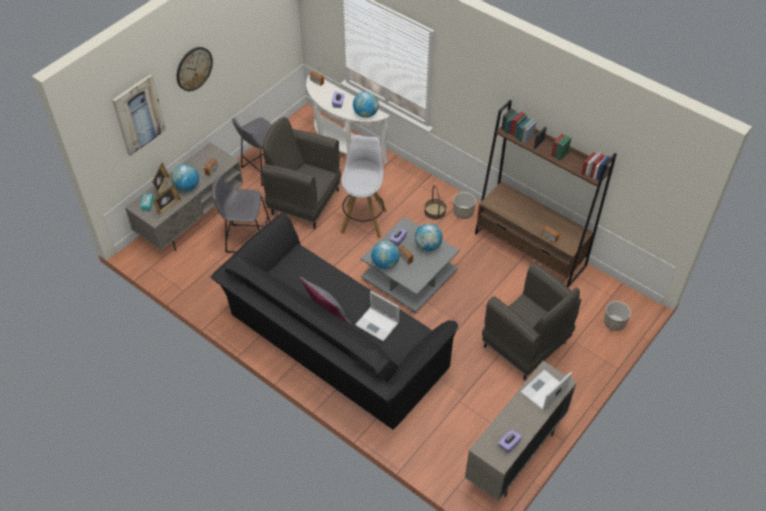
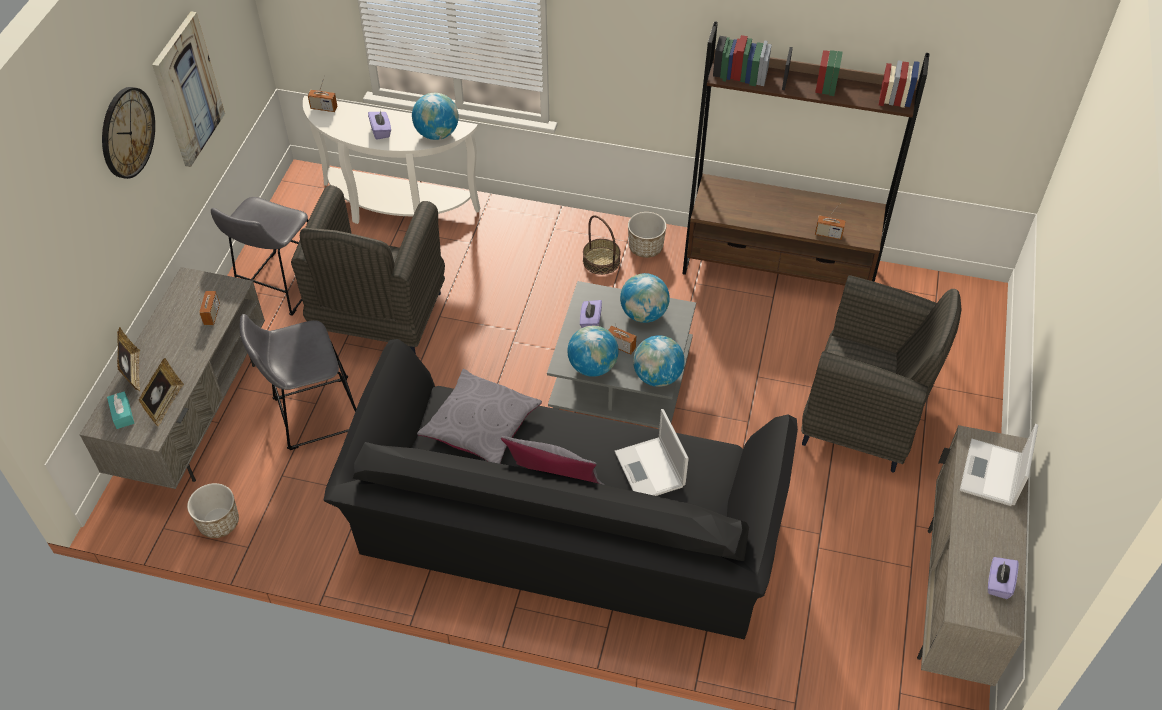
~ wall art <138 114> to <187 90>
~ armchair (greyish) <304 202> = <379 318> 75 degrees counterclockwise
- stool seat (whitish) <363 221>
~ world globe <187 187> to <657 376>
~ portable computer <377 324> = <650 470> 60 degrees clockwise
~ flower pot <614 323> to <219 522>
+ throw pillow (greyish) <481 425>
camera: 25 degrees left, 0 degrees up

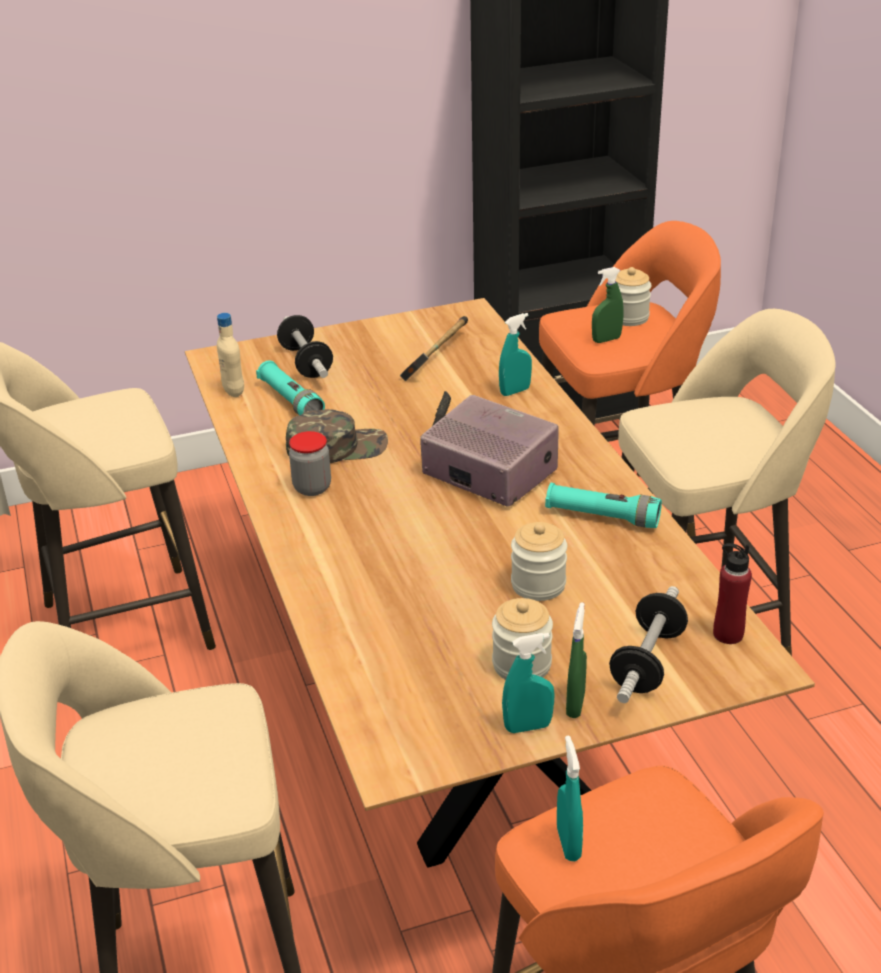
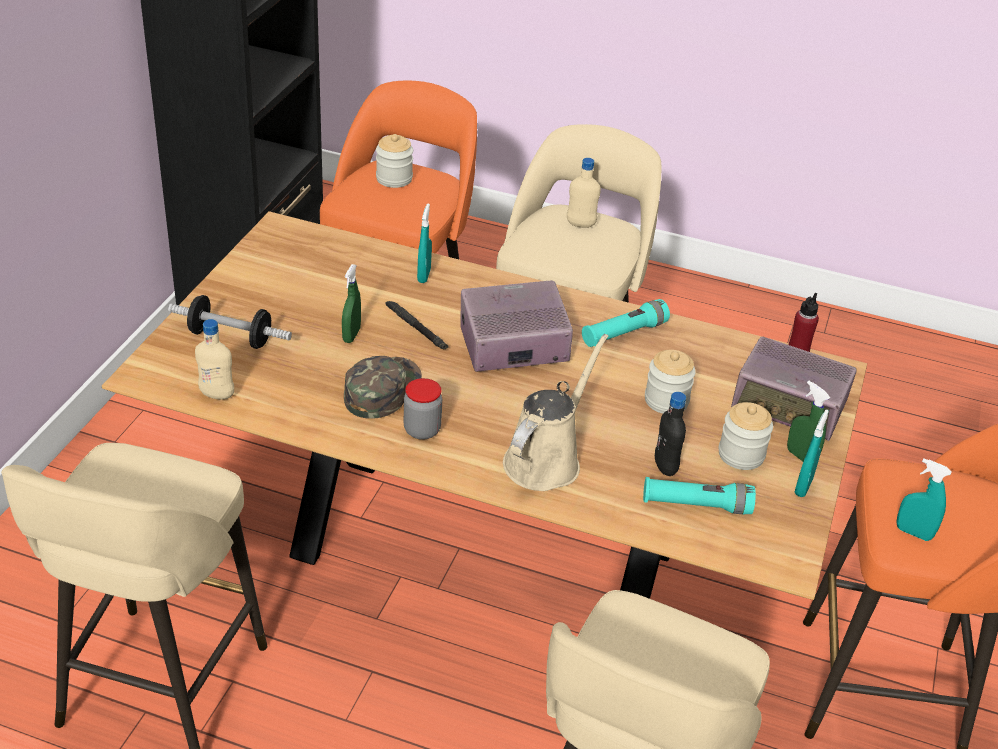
~ spray bottle (greenish) <606 340> to <351 335>
- hammer <436 359>
~ hand torch (turquoise-coloured) <291 401> to <696 505>
~ hand weight <647 662> to radio <789 406>
+ beverage bottle (beige) <580 224>
+ watering can (beige) <546 459>
+ beverage bottle (black) <665 467>
camera: 55 degrees left, 5 degrees up

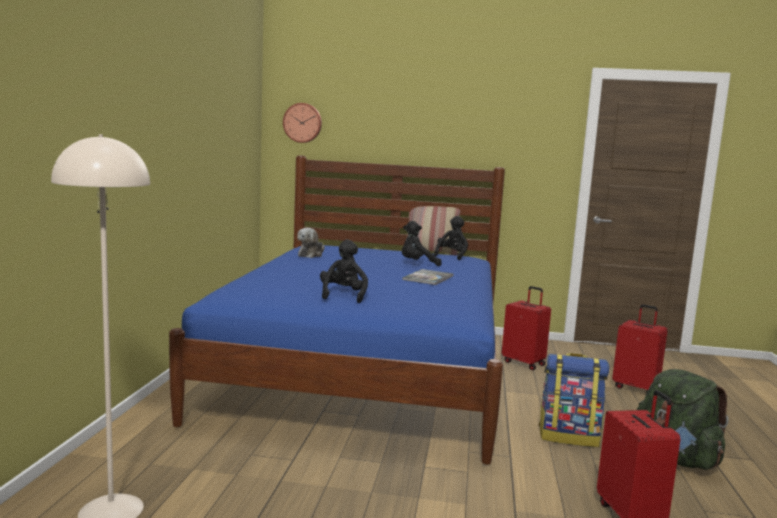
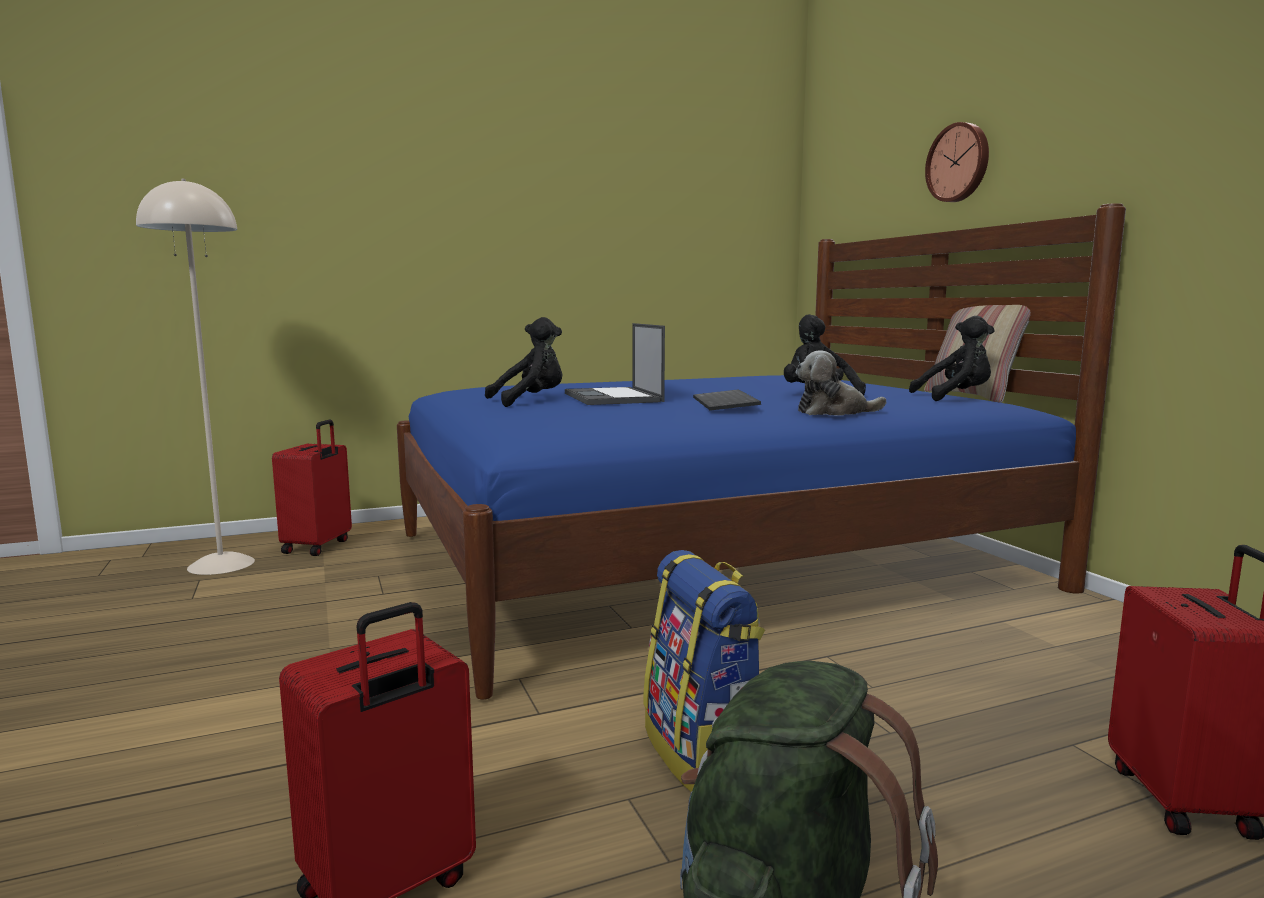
~ hanging clock <302 123> to <959 163>
~ cuddly toy <311 255> to <834 412>
~ book <428 278> to PC keyboard <727 403>
~ piece of luggage (red-coloured) <524 363> to <318 546>
+ portable computer <613 398>
camera: 60 degrees right, 0 degrees up

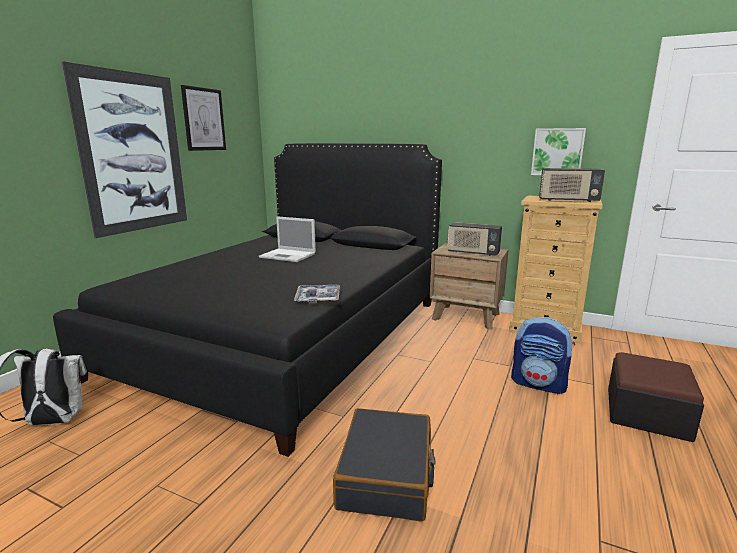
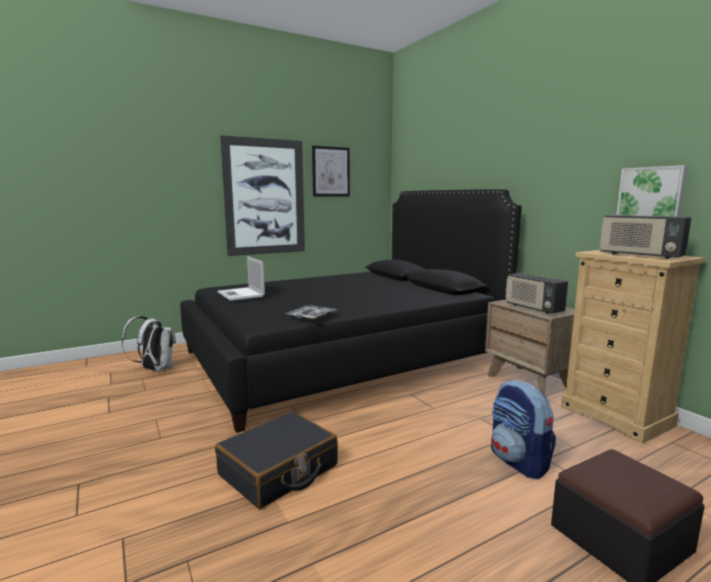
~ portable computer <288 255> to <241 294>
camera: 35 degrees right, 5 degrees down

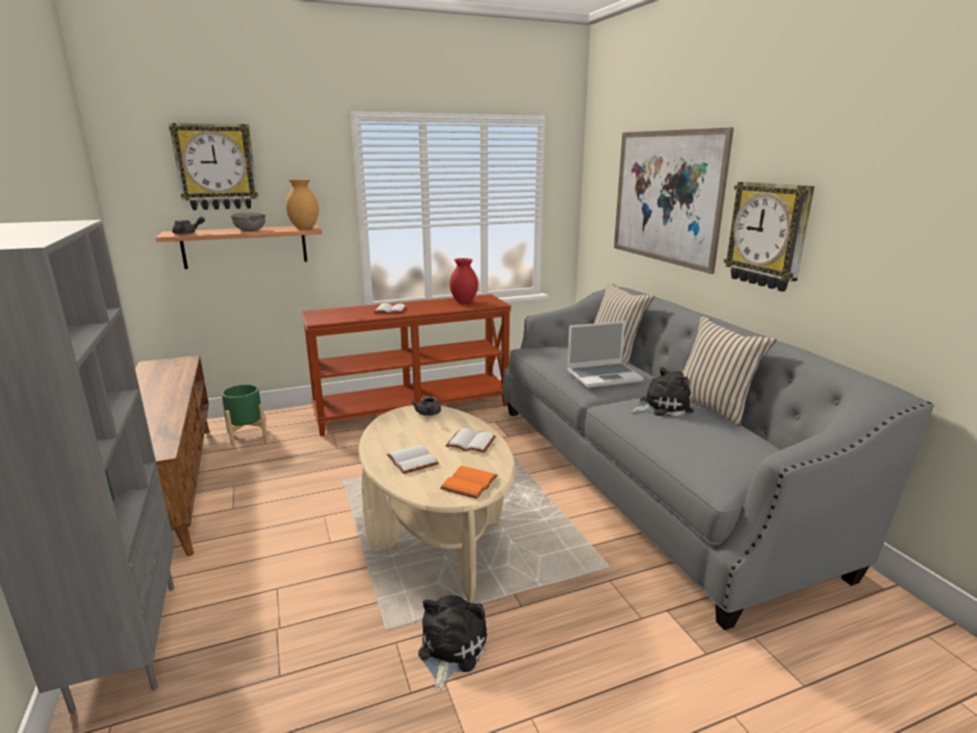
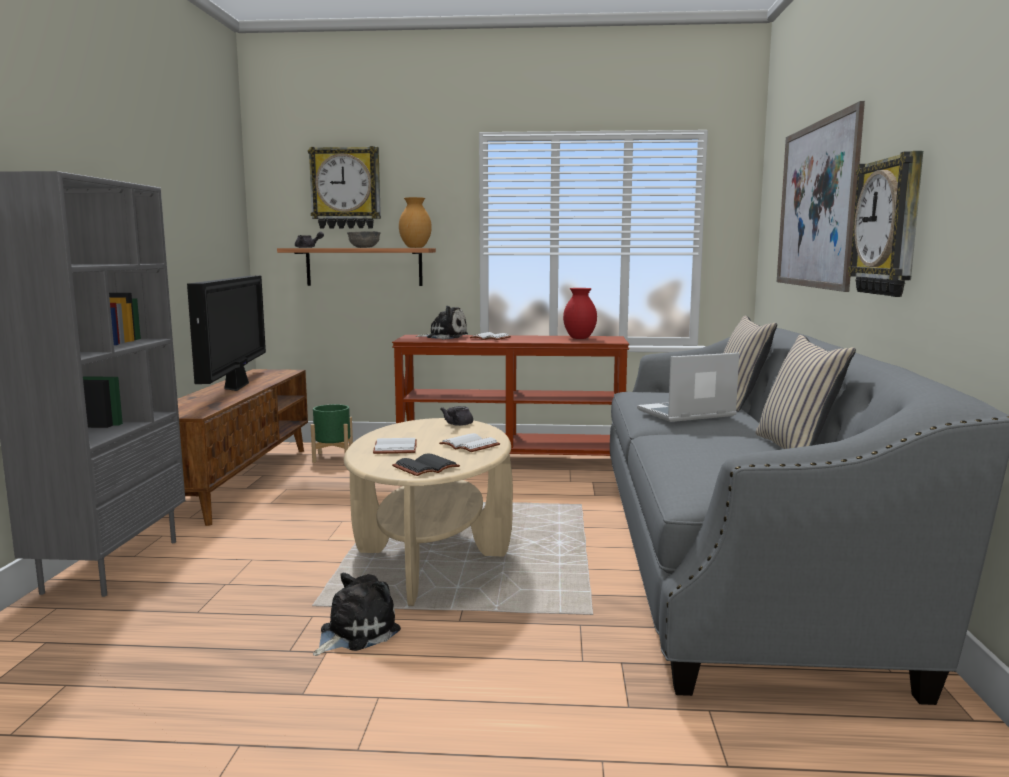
~ portable computer <604 376> = <685 413> 150 degrees clockwise
~ cuddly toy <661 406> to <445 337>
~ book (orange) <468 483> to book (black) <426 467>
+ TV <237 386>
camera: 25 degrees right, 10 degrees down

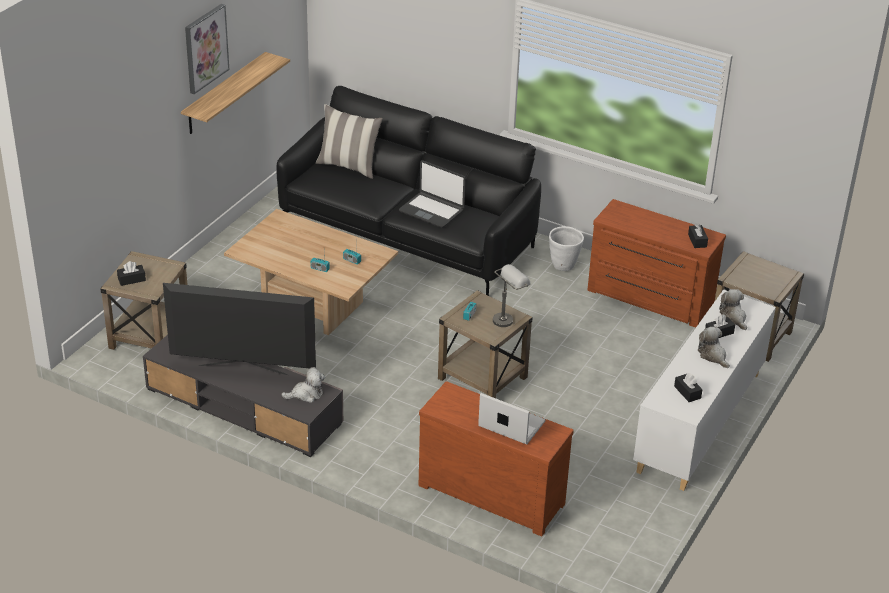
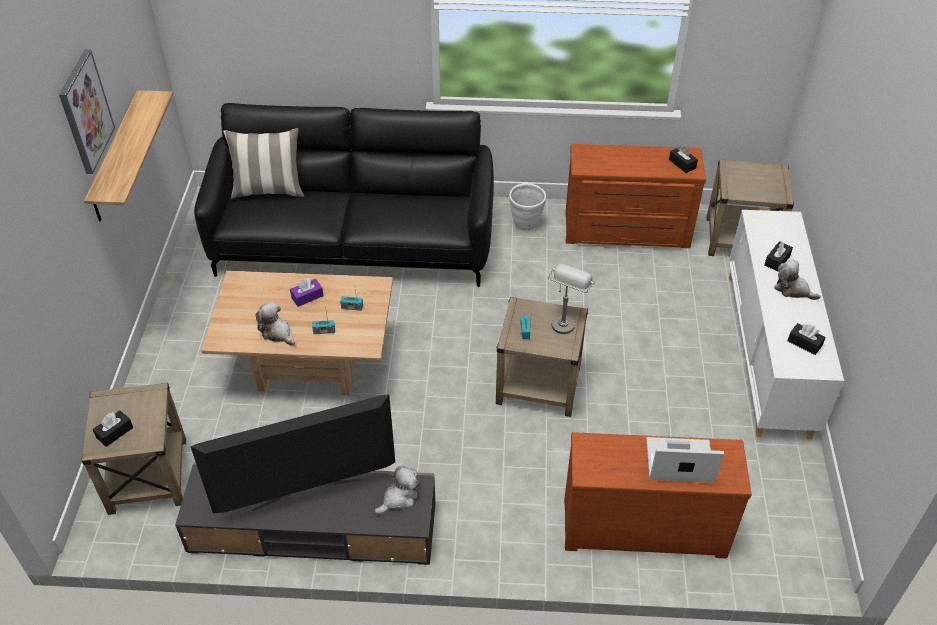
- portable computer <432 210>
~ cuddly toy <733 317> to <277 332>
+ box of tissues (purple) <307 297>
camera: 25 degrees left, 10 degrees up

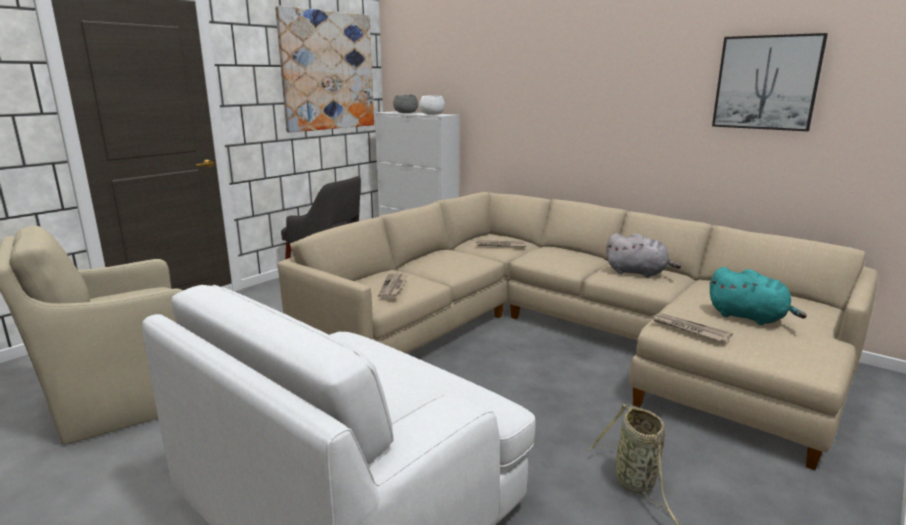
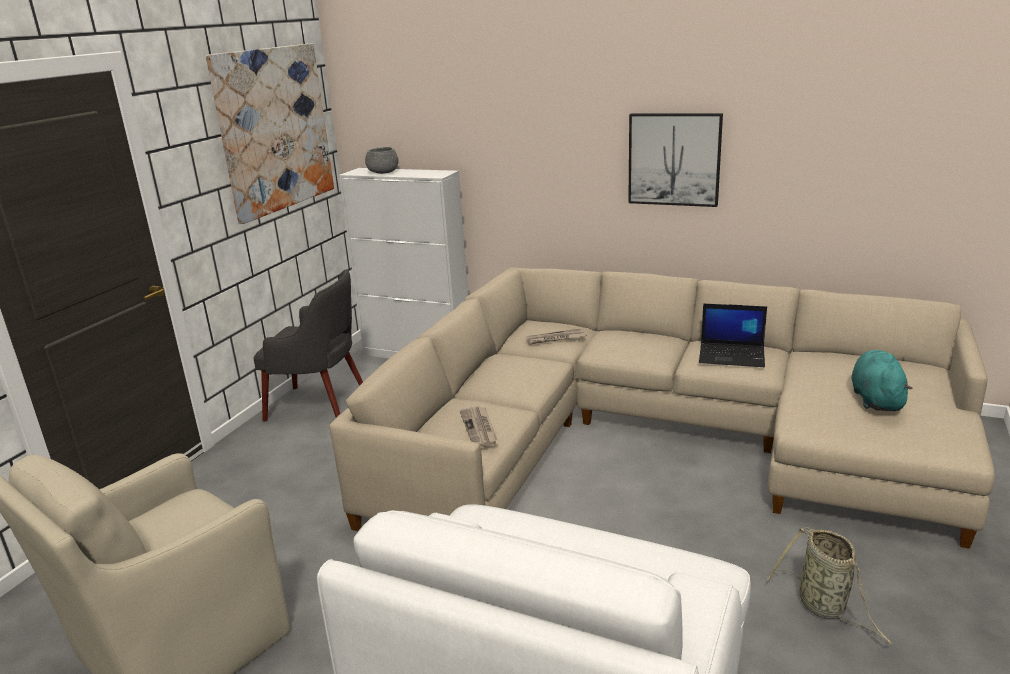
~ wall art <766 83> to <674 159>
- bowl (whitish) <432 114>
~ cuddly toy (greyish) <638 273> to portable computer <732 355>
~ cuddly toy (turquoise-coloured) <749 318> = <876 399> 105 degrees counterclockwise
- printed paper <689 329>
camera: 15 degrees left, 5 degrees up

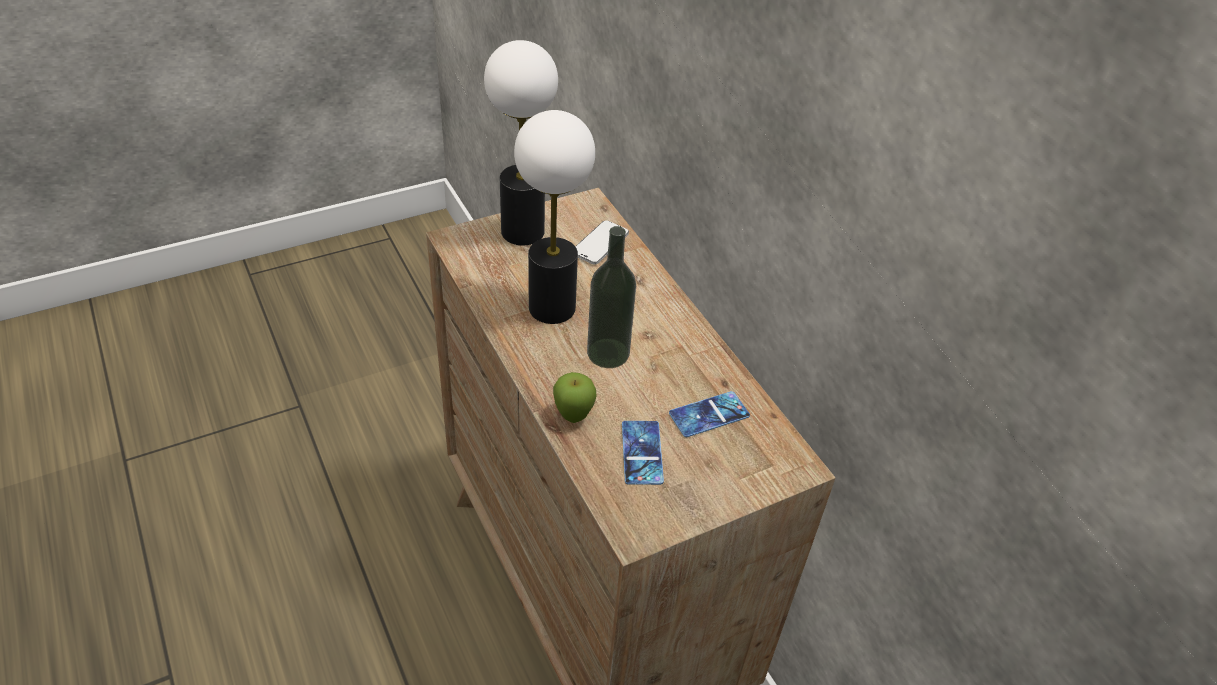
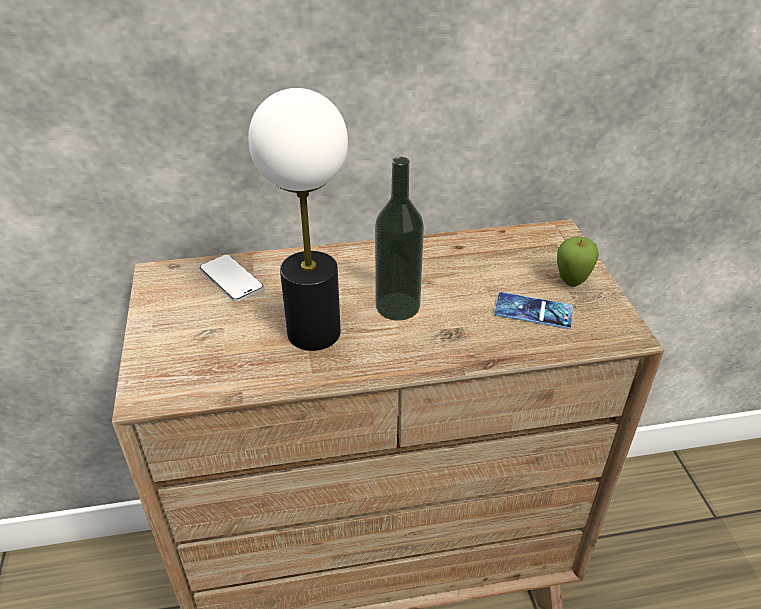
- table lamp <523 232>
~ apple fruit <573 417> to <571 283>
- handset <709 415>
camera: 70 degrees left, 5 degrees down

